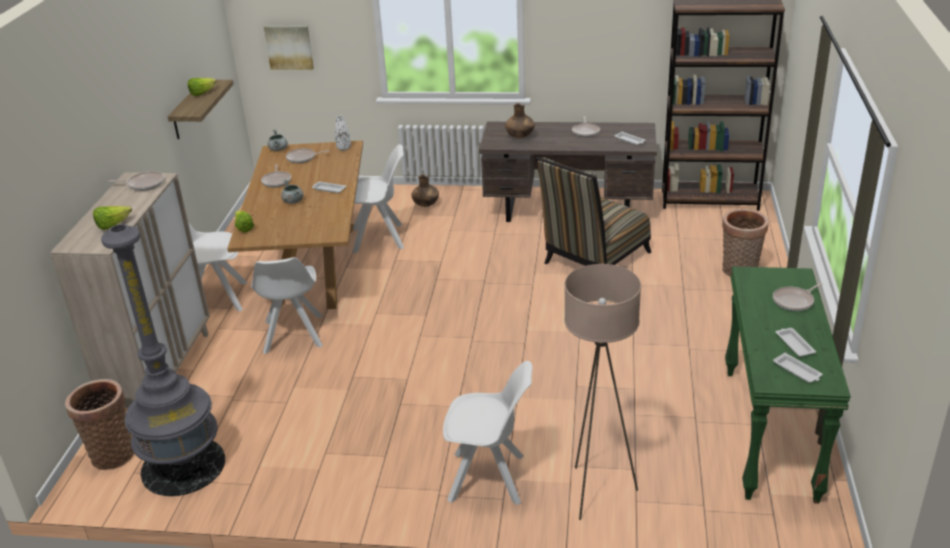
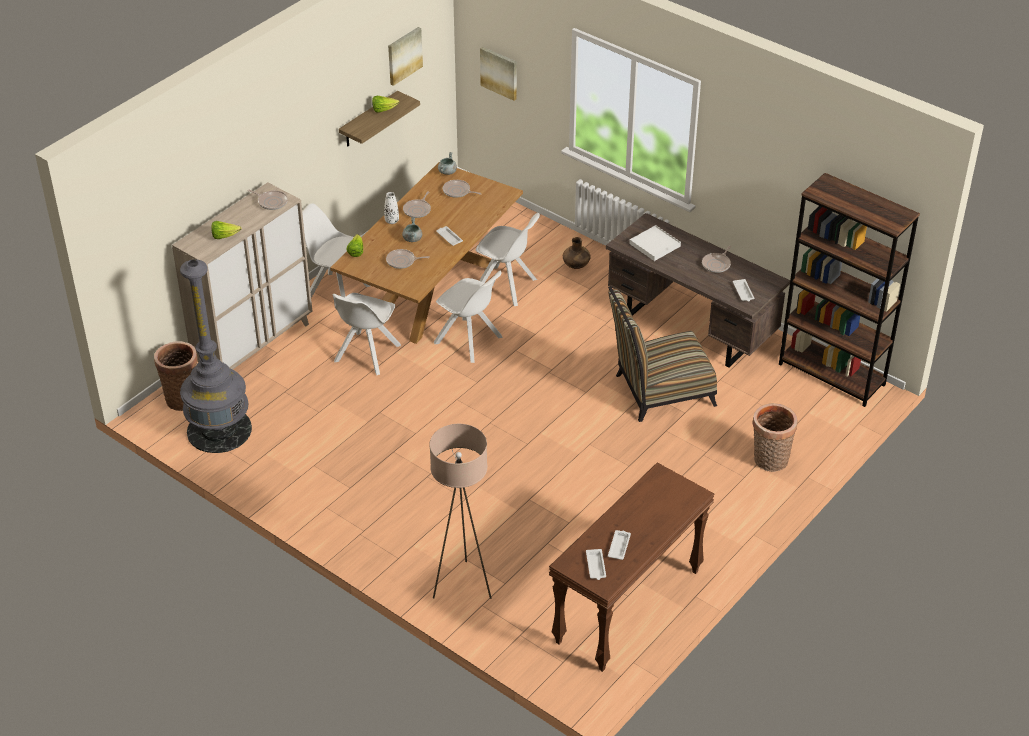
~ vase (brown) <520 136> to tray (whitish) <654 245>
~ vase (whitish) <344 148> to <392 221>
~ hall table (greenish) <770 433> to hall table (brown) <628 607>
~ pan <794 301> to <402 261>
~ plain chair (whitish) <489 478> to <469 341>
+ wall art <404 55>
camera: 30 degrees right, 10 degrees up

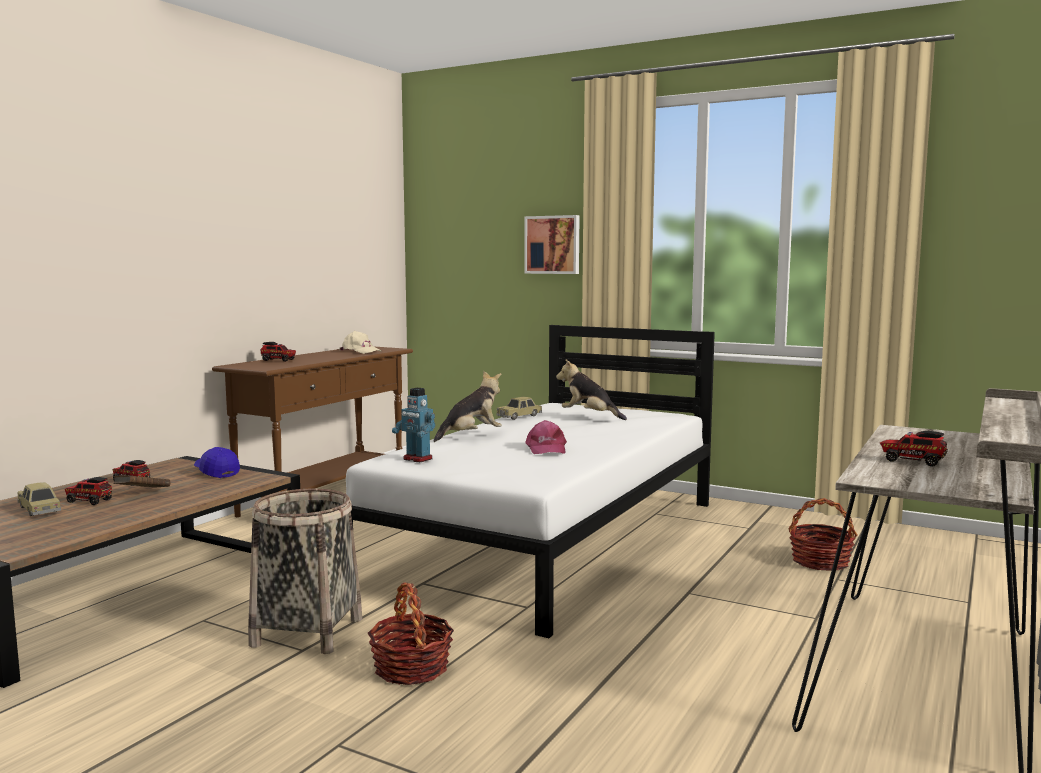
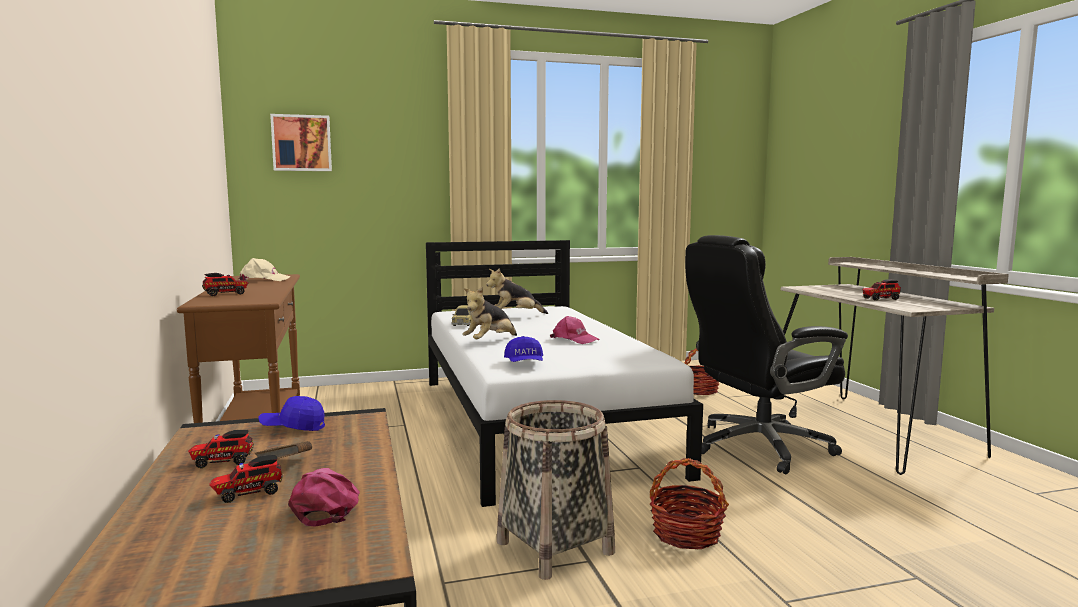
~ wall art <553 245> to <302 143>
~ cuddly toy <471 436> = <490 342> 150 degrees counterclockwise
~ robot figure <417 459> to cap (blue) <524 363>
- toy car <39 509>
+ desk chair (black) <758 447>
+ cap (pink) <327 506>
camera: 45 degrees left, 0 degrees up

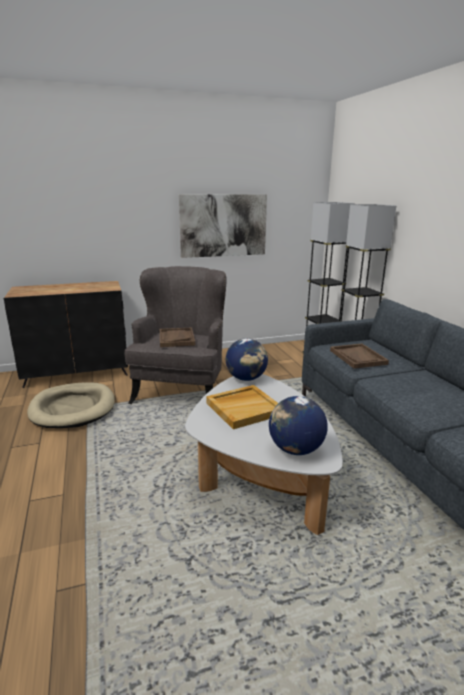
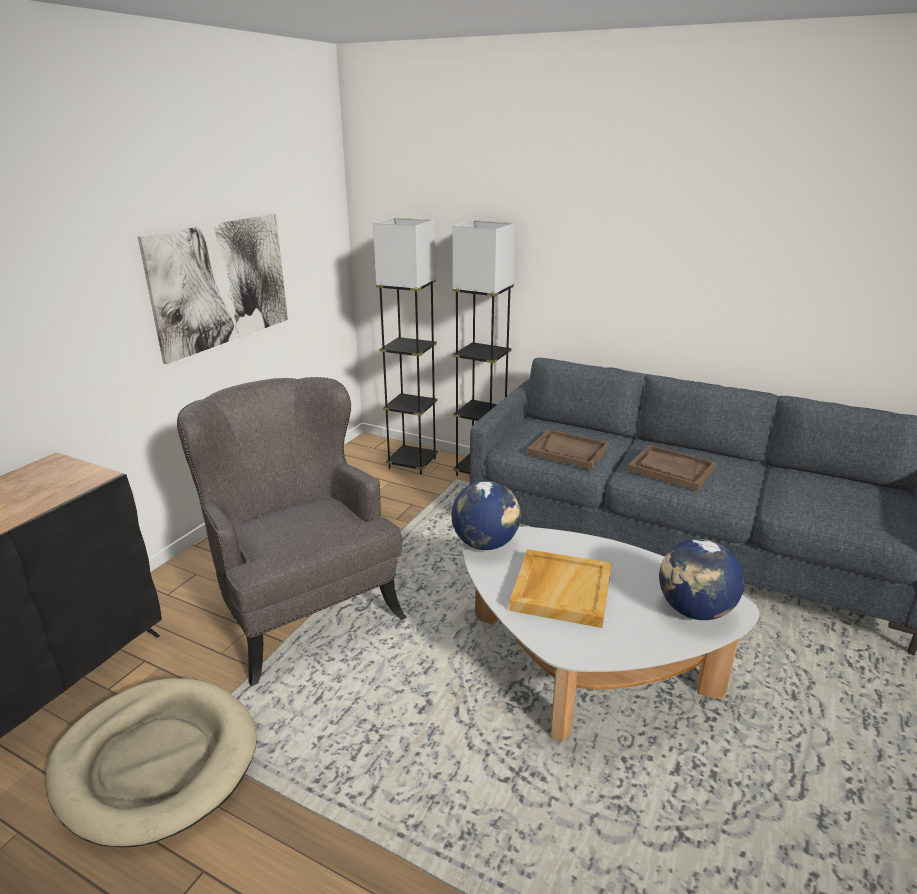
~ tray (brown) <176 338> to <671 469>
camera: 45 degrees left, 5 degrees up

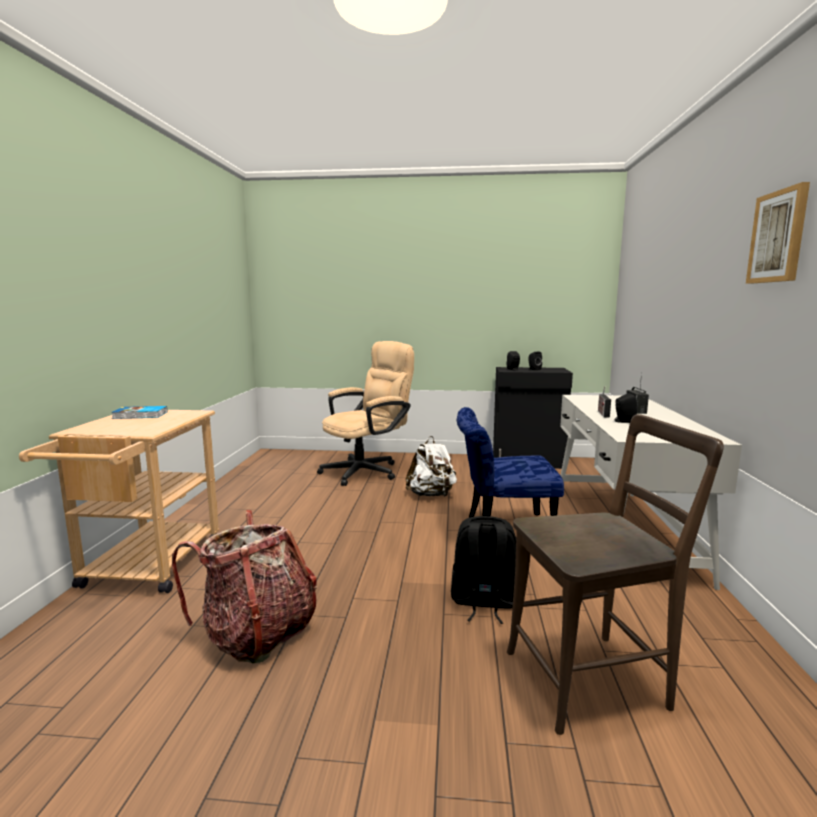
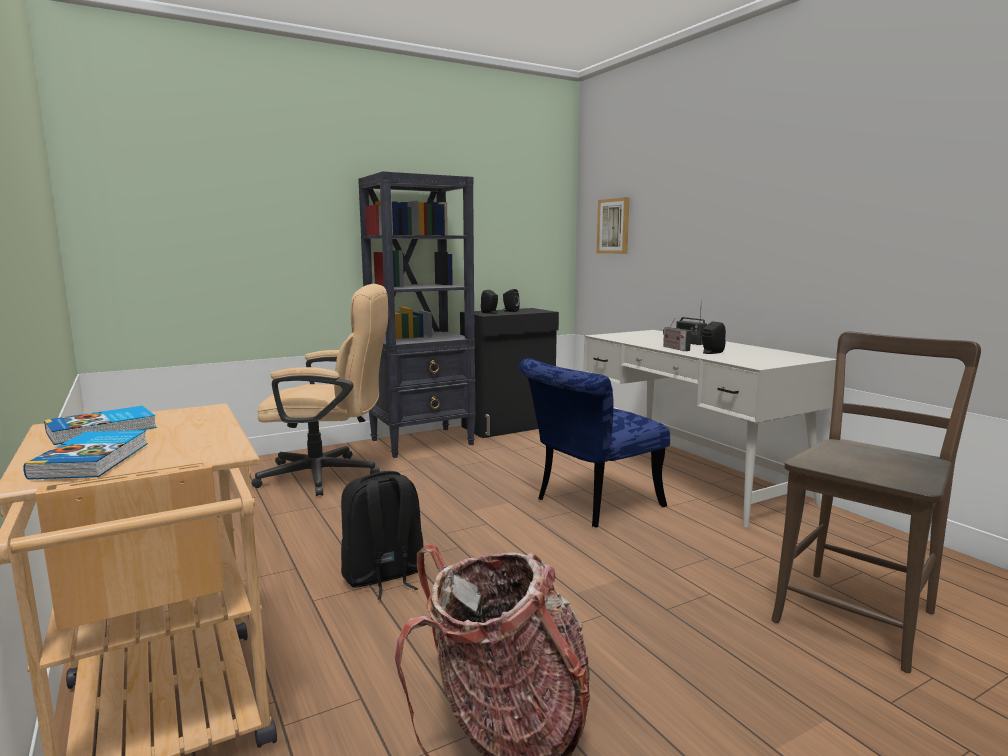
~ wall art <778 237> to <614 226>
~ desk chair (beige) <367 470> = <330 475> 75 degrees clockwise
- rucksack (whitish) <431 495>
~ rucksack (black) <483 602> to <383 577>
+ bookcase (black) <423 442>
+ book <94 460>
camera: 35 degrees left, 0 degrees up

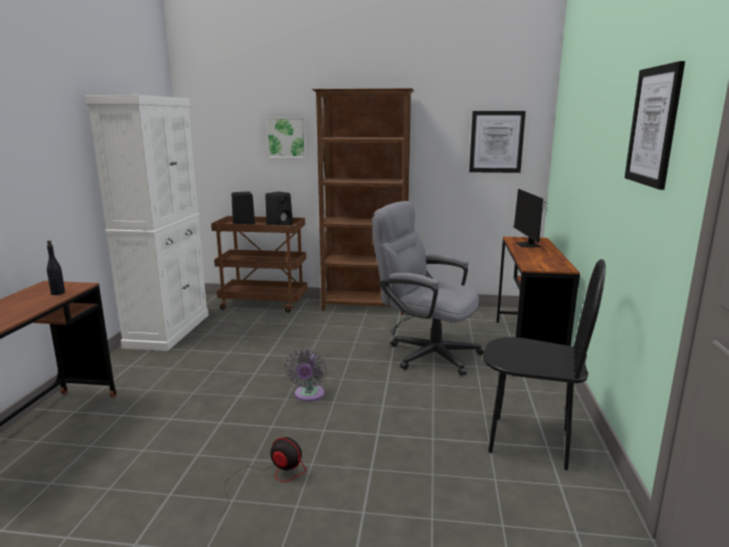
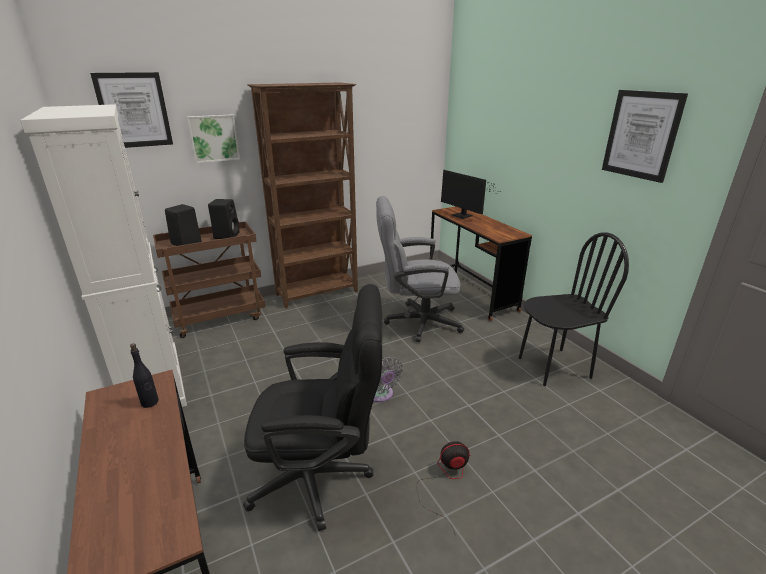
~ wall art <496 142> to <134 110>
+ desk chair (black) <321 477>
camera: 35 degrees left, 10 degrees up

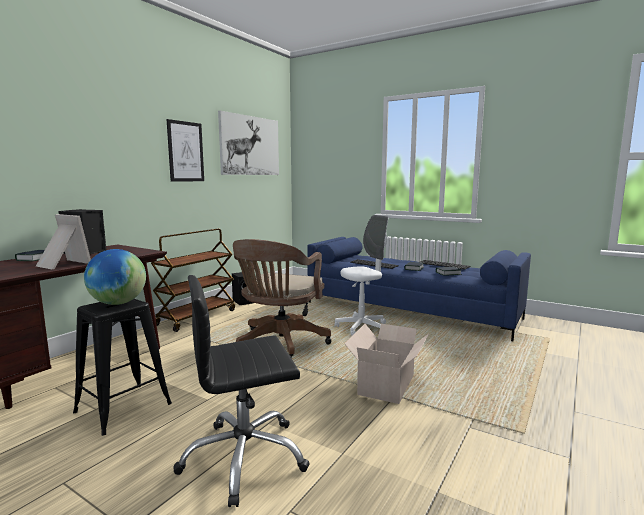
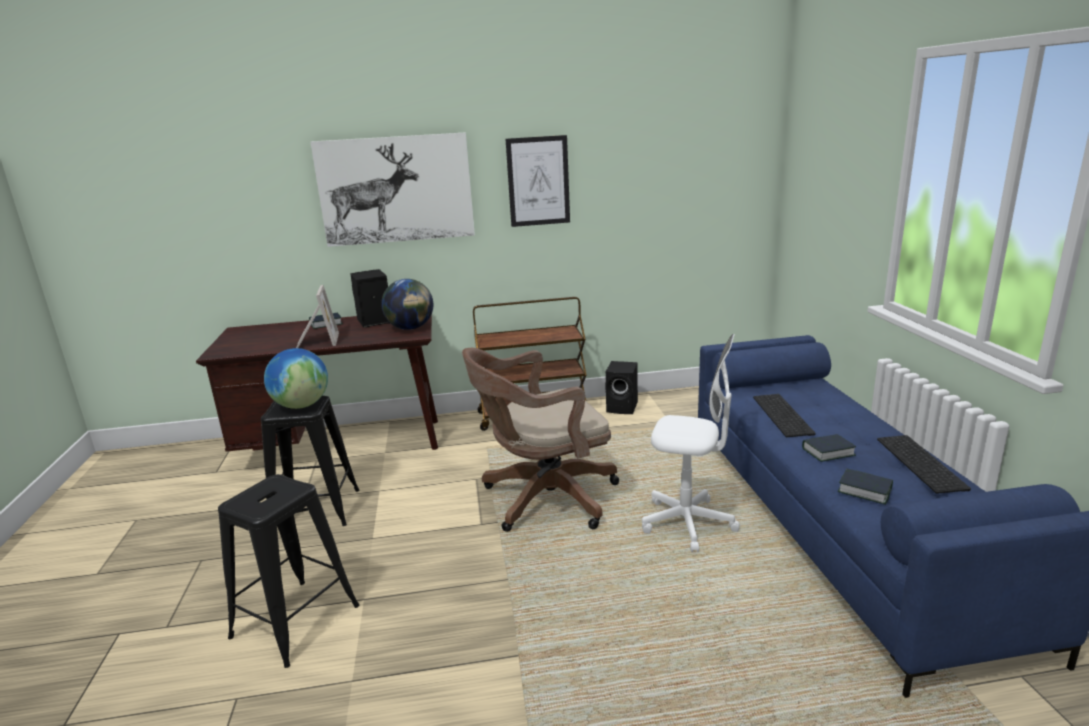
~ wall art <250 146> to <396 189>
~ desk chair (black) <244 457> to stool seat (black) <294 622>
- carton <387 384>
+ world globe <411 328>
camera: 50 degrees right, 10 degrees up

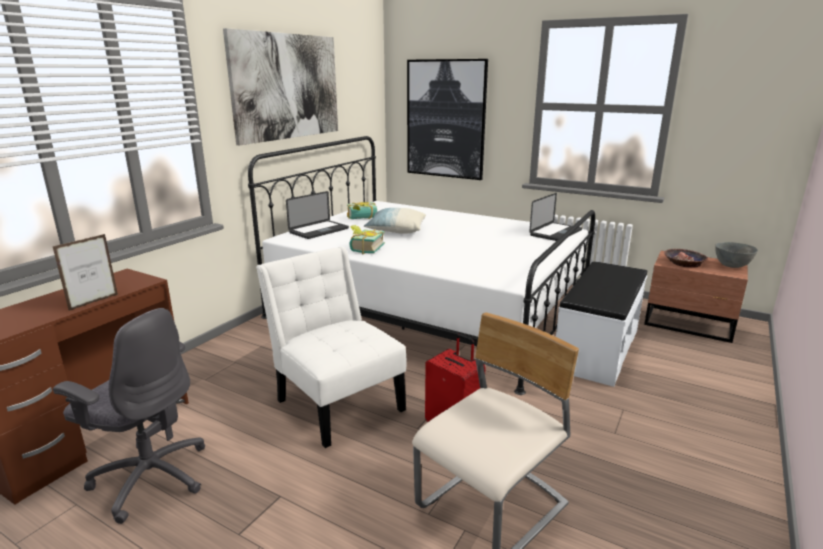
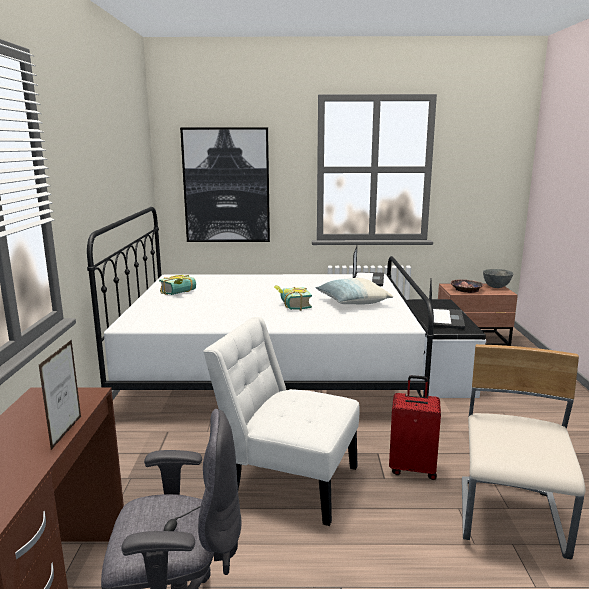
- wall art <287 87>
~ portable computer <319 230> to <445 319>
~ throw pillow <396 231> to <352 303>
~ book <364 249> to <292 306>
camera: 30 degrees left, 5 degrees down

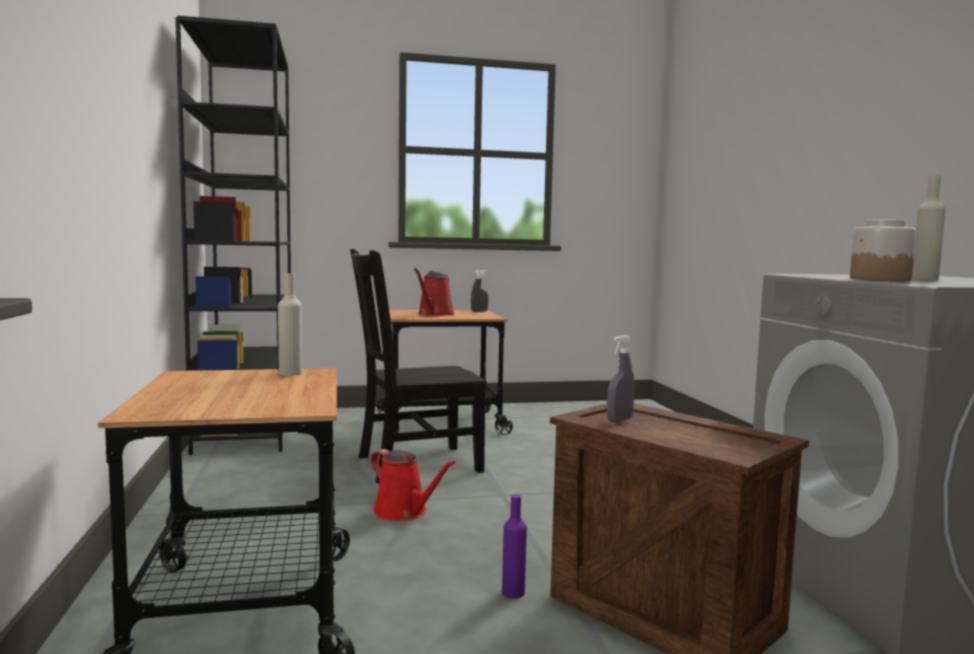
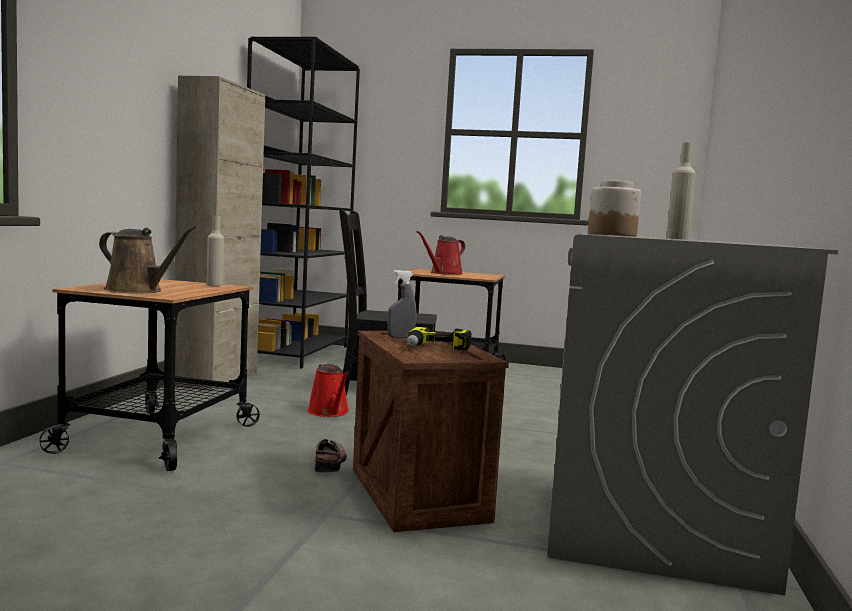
- spray bottle (greyish) <479 311>
~ beverage bottle (purple) <513 592> to low shoe <331 463>
+ storage cabinet (beige) <217 378>
+ watering can (brown) <138 291>
+ electric drill <436 348>
camera: 25 degrees right, 0 degrees up

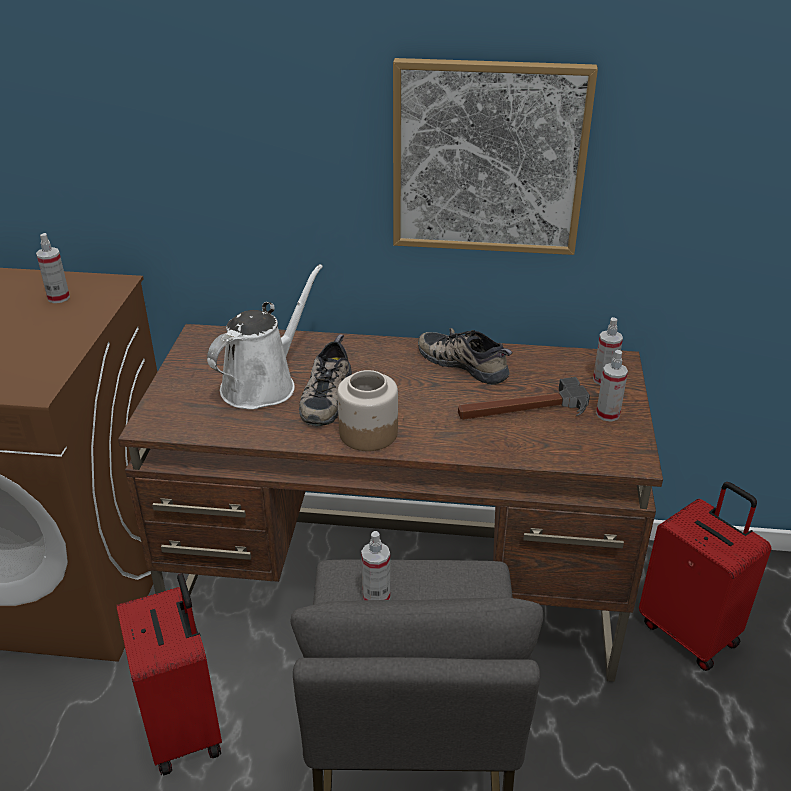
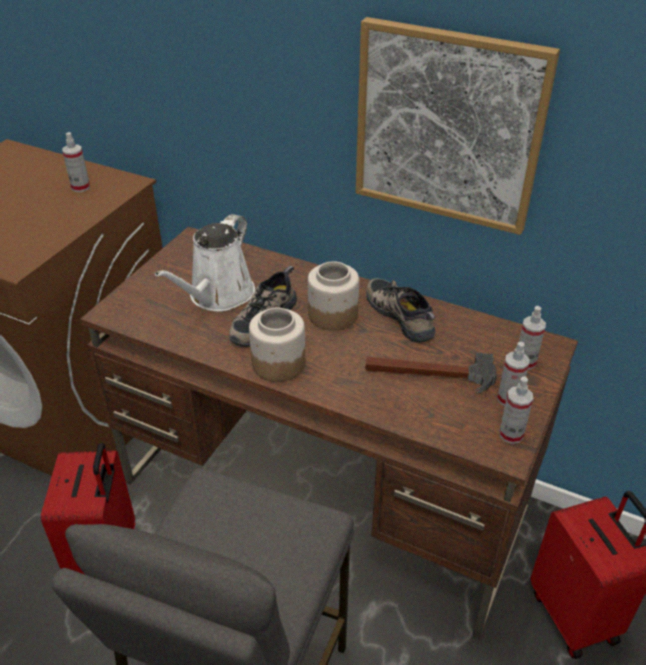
~ watering can (whitish) <263 384> = <218 296> 150 degrees clockwise
~ spray bottle <376 598> to <511 434>
+ storage jar <332 315>
camera: 20 degrees right, 5 degrees up

